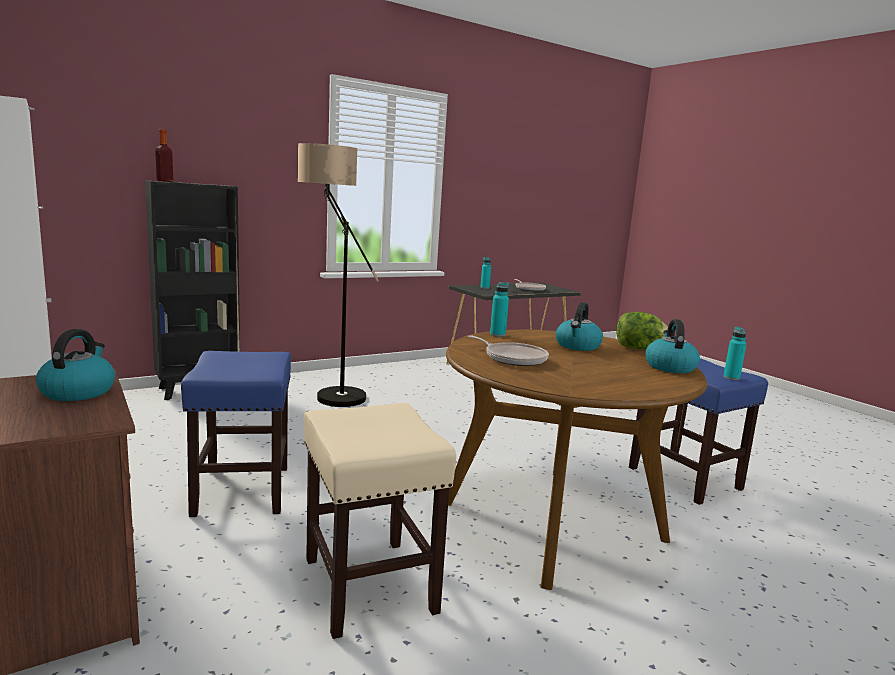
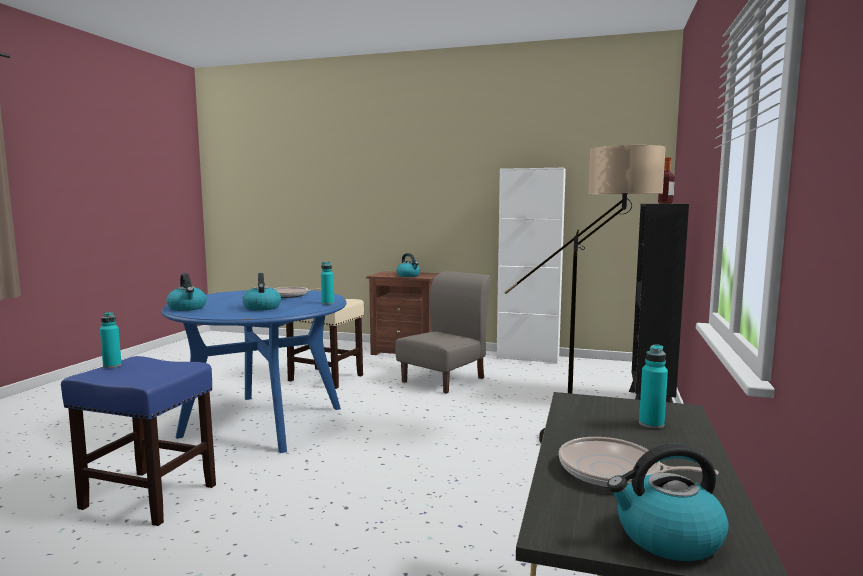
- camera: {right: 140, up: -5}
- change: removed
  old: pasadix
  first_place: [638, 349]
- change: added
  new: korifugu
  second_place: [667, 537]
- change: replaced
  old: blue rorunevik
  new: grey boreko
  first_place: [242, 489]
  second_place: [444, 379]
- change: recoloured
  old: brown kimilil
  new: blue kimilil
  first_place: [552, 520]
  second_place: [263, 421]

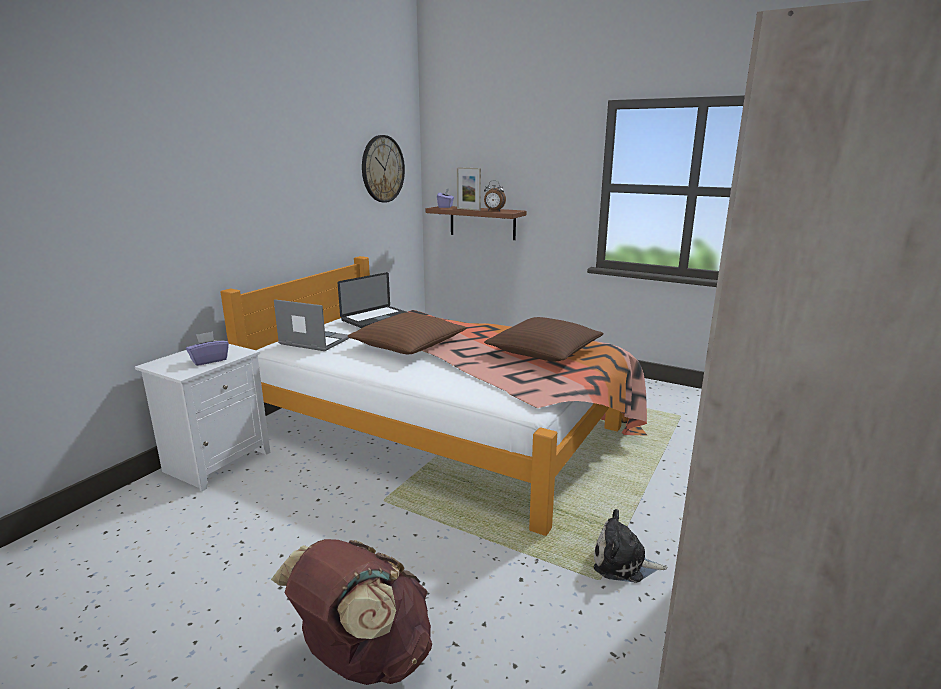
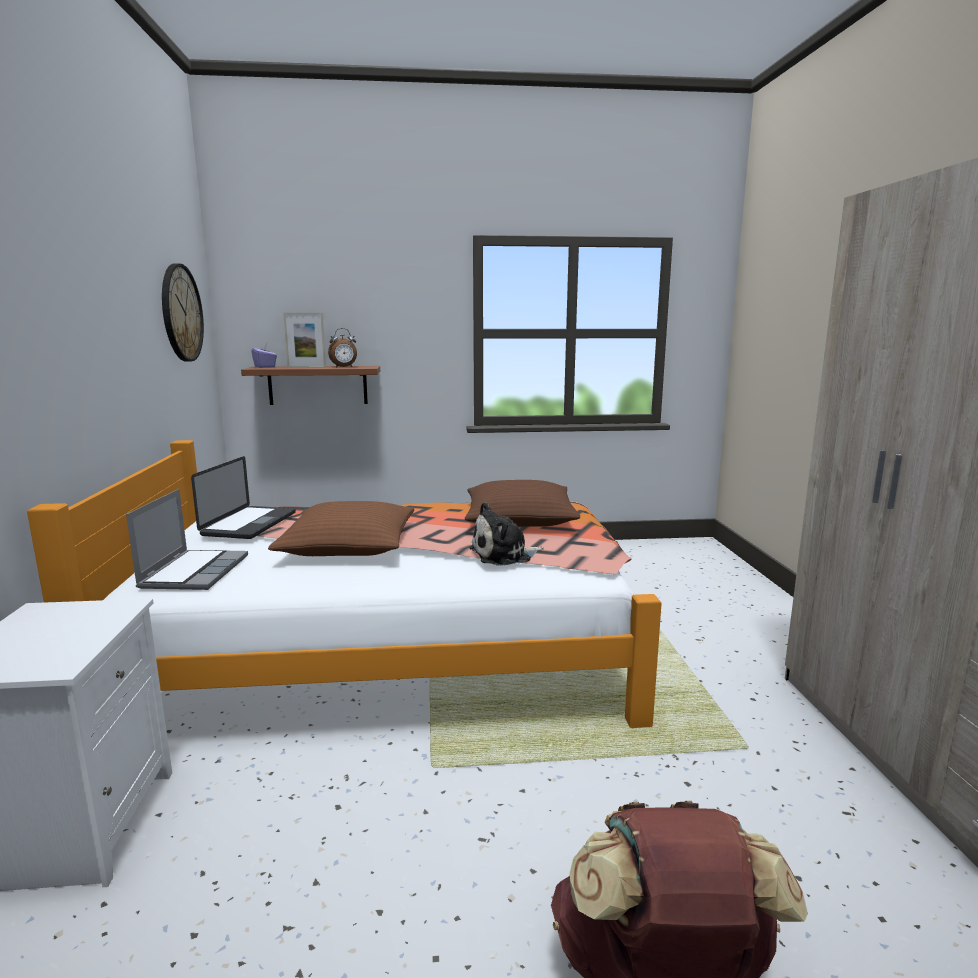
- camera: {right: -35, up: -5}
- change: removed
  old: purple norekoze
  first_place: [209, 360]
- change: moved
  old: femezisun
  first_place: [623, 563]
  second_place: [504, 555]
- change: turned
  old: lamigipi
  first_place: [313, 341]
  second_place: [194, 571]
  degrees: 105

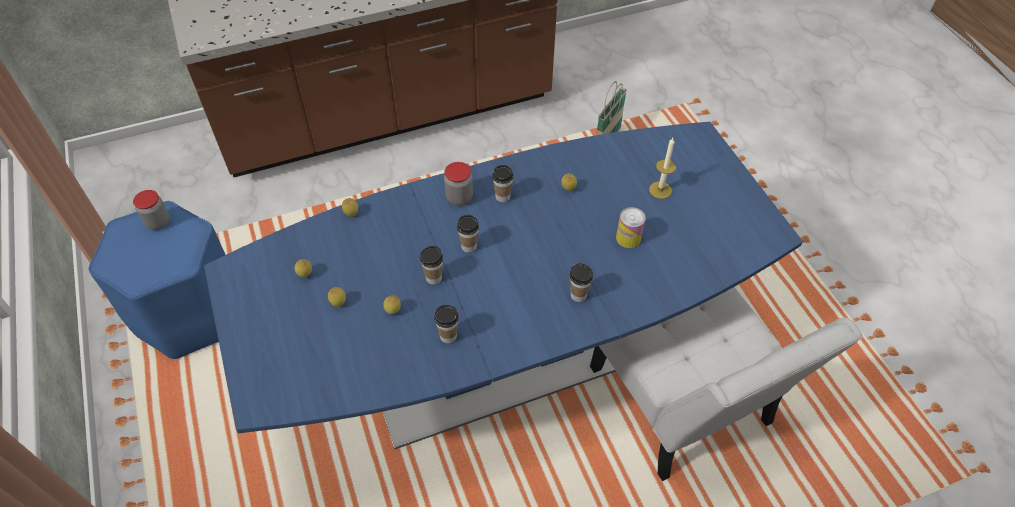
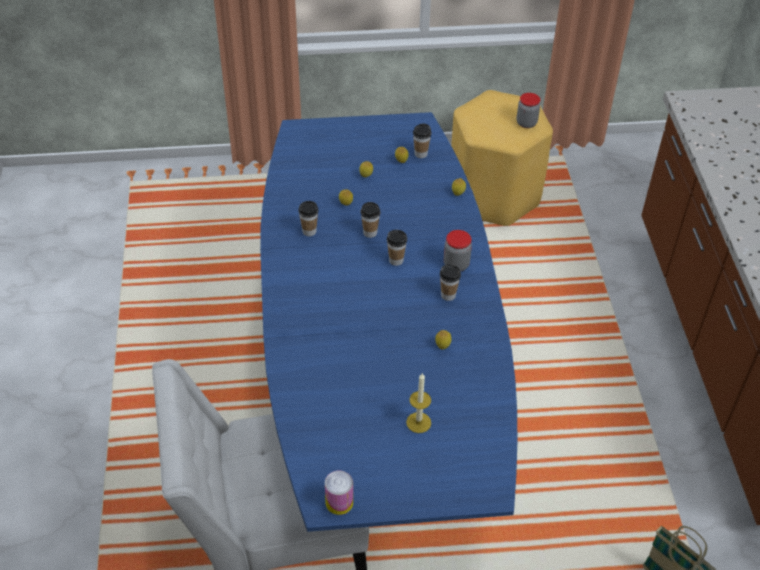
- camera: {right: 105, up: -5}
- change: moved
  old: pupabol
  first_place: [578, 295]
  second_place: [421, 154]
- change: moved
  old: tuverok
  first_place: [628, 238]
  second_place: [339, 502]
- change: recoloured
  old: blue rorunevik
  new: yellow rorunevik
  first_place: [190, 313]
  second_place: [494, 195]

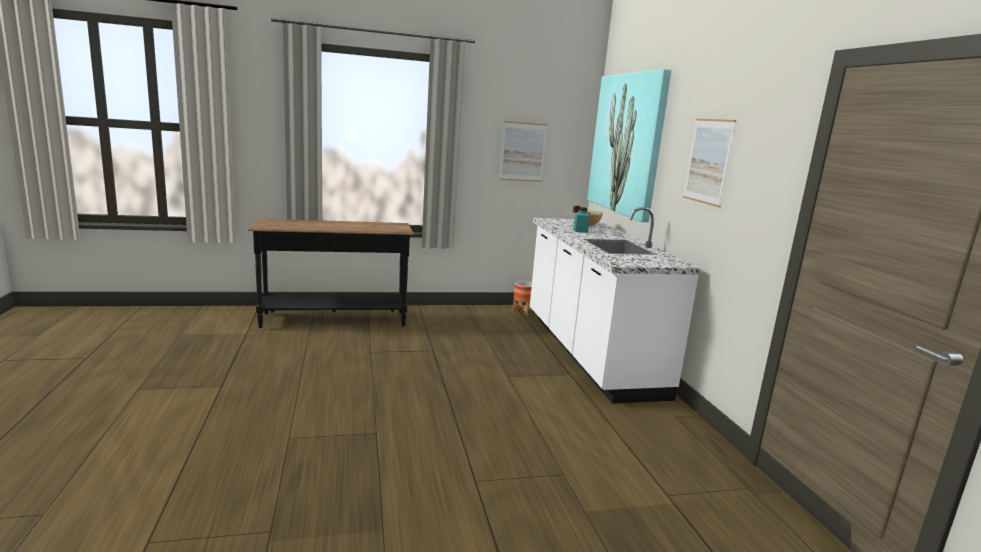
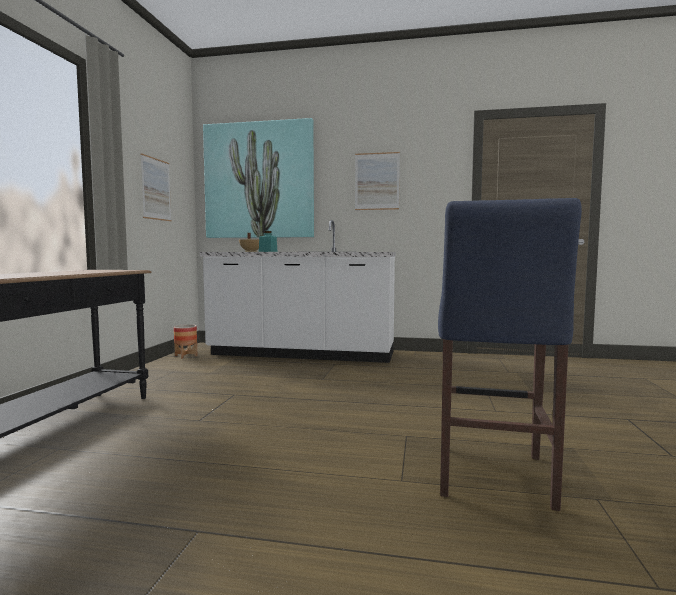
- camera: {right: -65, up: -10}
- change: added
  new: blue rorunevik
  second_place: [492, 478]

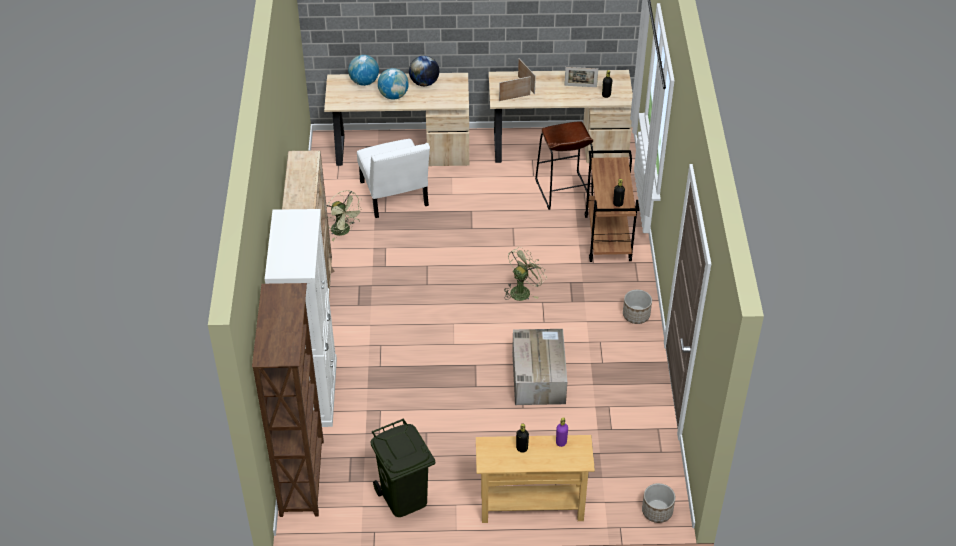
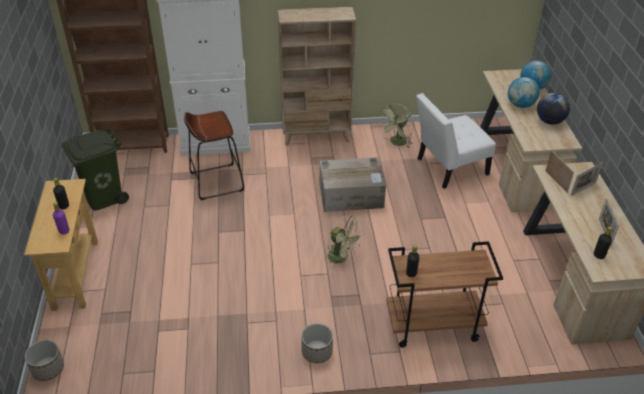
- camera: {right: 85, up: -5}
- change: moved
  old: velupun
  first_place: [538, 376]
  second_place: [352, 195]
- change: moved
  old: brown rorunevik
  first_place: [563, 191]
  second_place: [216, 181]

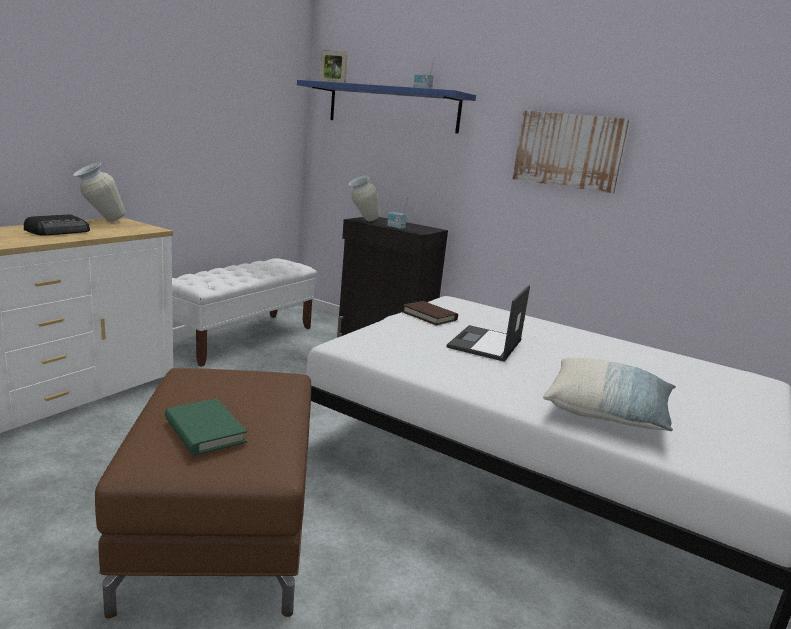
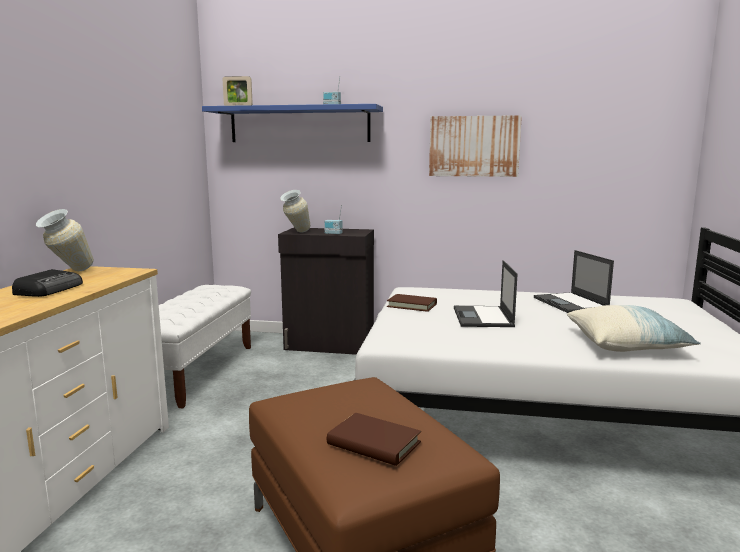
- camera: {right: -20, up: -5}
- change: added
  new: lamigipi
  second_place: [571, 303]
- change: recoloured
  old: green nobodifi
  new: brown nobodifi
  first_place: [205, 431]
  second_place: [373, 443]

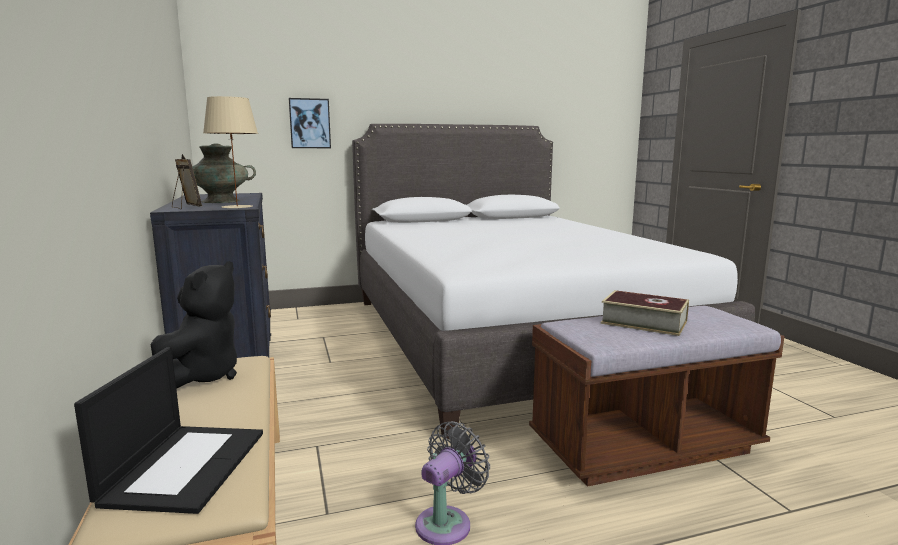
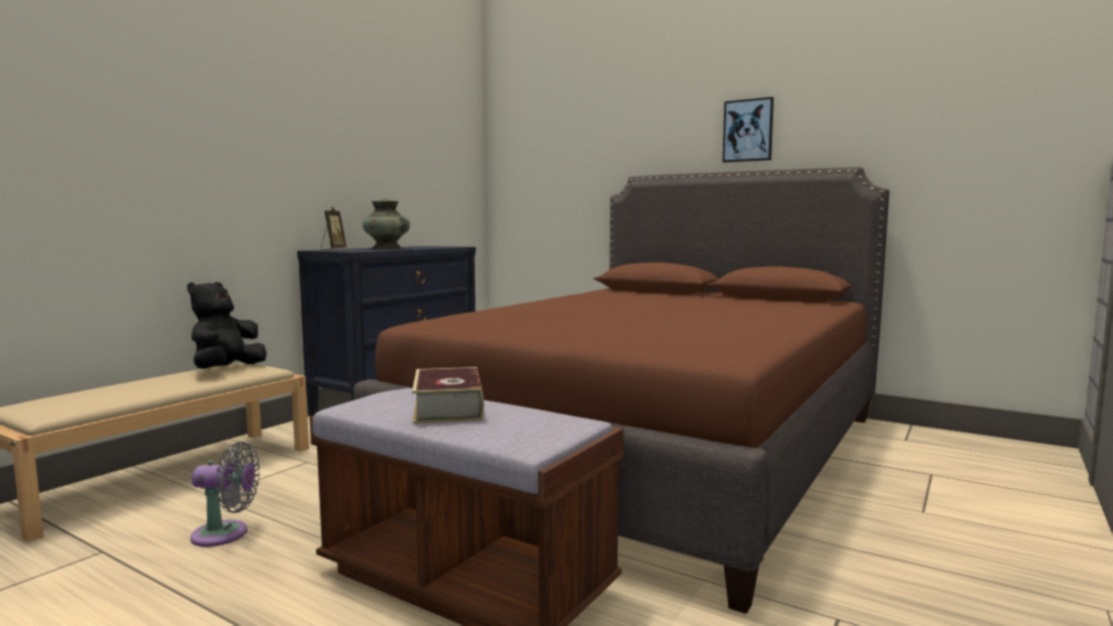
- camera: {right: 50, up: -5}
- change: removed
  old: lamigipi
  first_place: [185, 466]
- change: removed
  old: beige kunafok
  first_place: [237, 207]
- change: moved
  old: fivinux
  first_place: [310, 123]
  second_place: [748, 130]
- change: recoloured
  old: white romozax
  new: brown romozax
  first_place: [507, 338]
  second_place: [654, 451]
- change: turned
  old: black femezisun
  first_place: [201, 376]
  second_place: [226, 370]
  degrees: 135

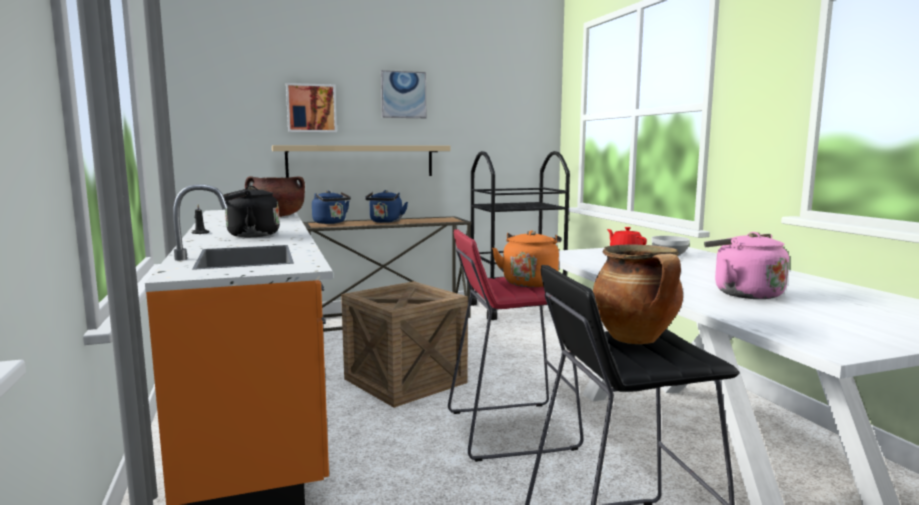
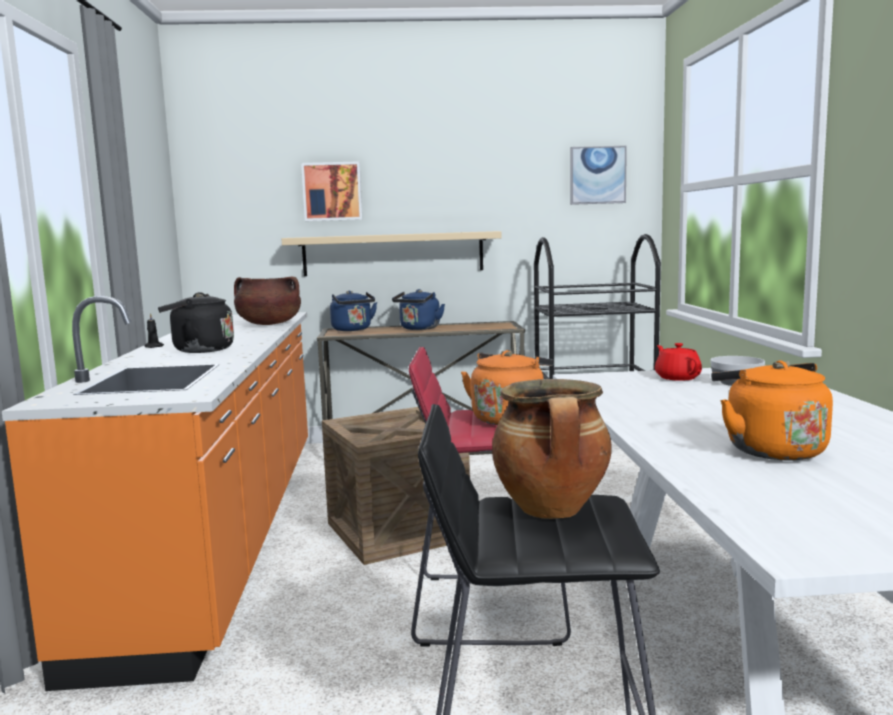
- camera: {right: 15, up: 0}
- change: moved
  old: fivinux
  first_place: [403, 95]
  second_place: [597, 175]
- change: recoloured
  old: pink korifugu
  new: orange korifugu
  first_place: [743, 293]
  second_place: [770, 449]

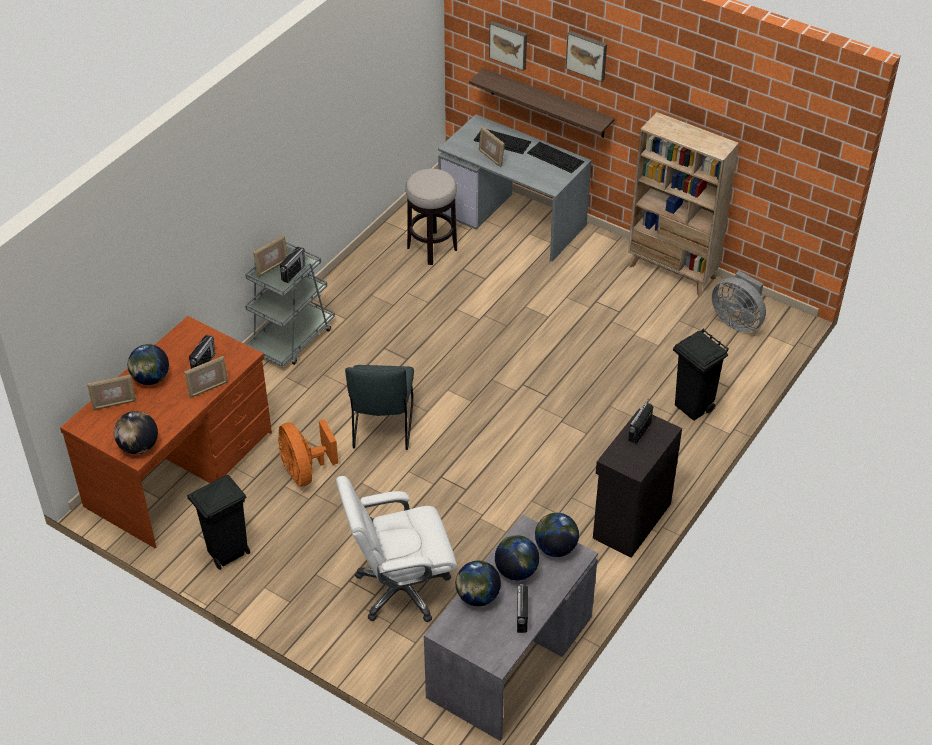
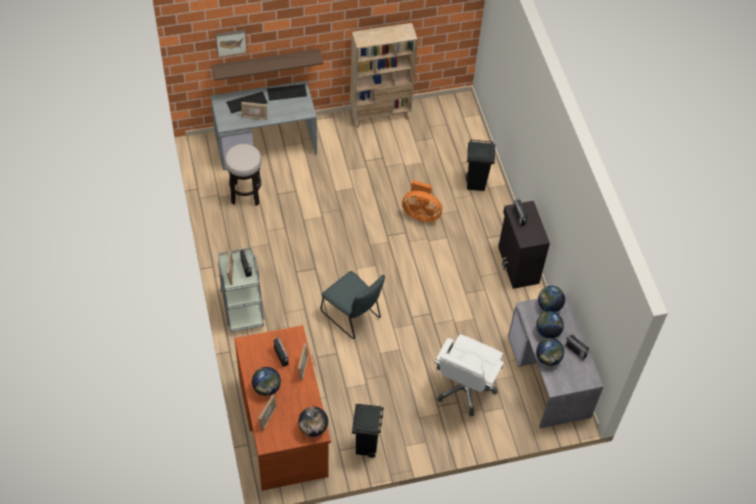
- camera: {right: -50, up: 10}
- change: removed
  old: fivinux
  first_place: [587, 55]
- change: removed
  old: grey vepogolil
  first_place: [737, 321]
- change: moved
  old: orange vepogolil
  first_place: [305, 471]
  second_place: [421, 214]

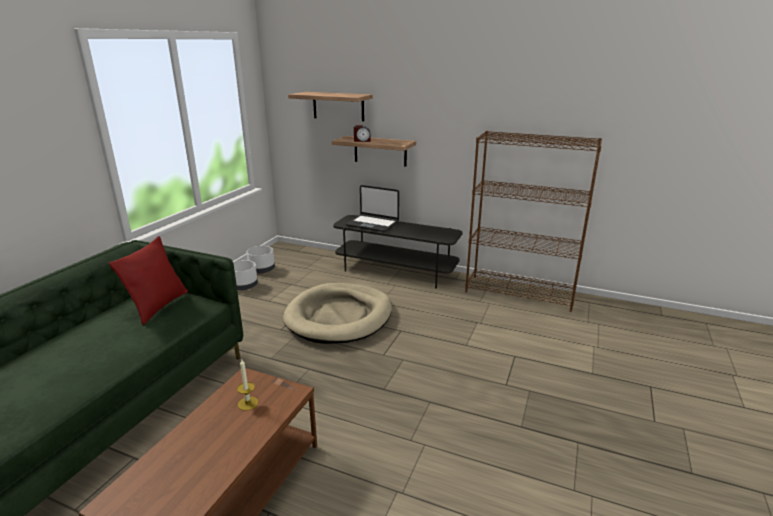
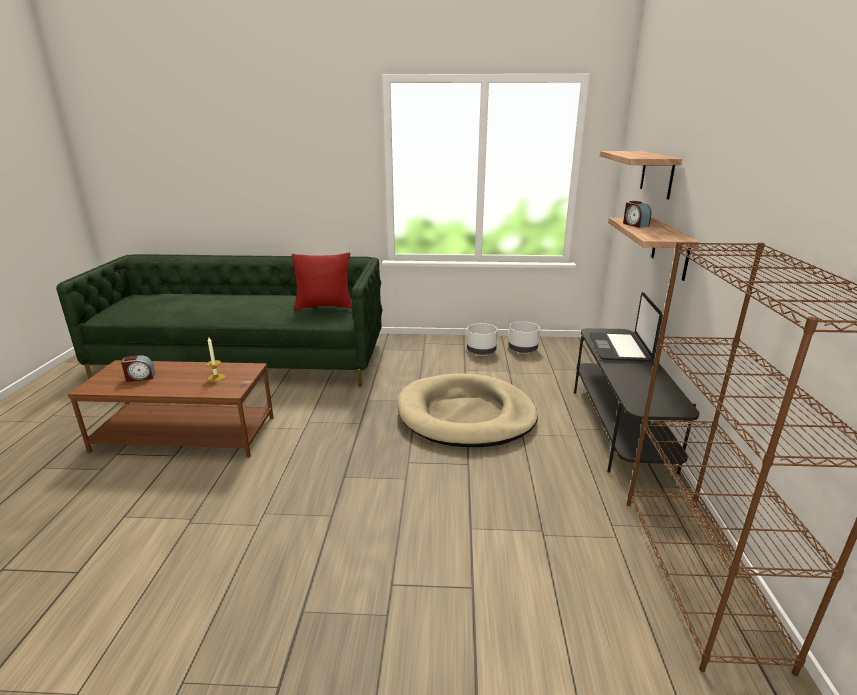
- camera: {right: 70, up: 0}
- change: added
  new: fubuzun
  second_place: [140, 377]

